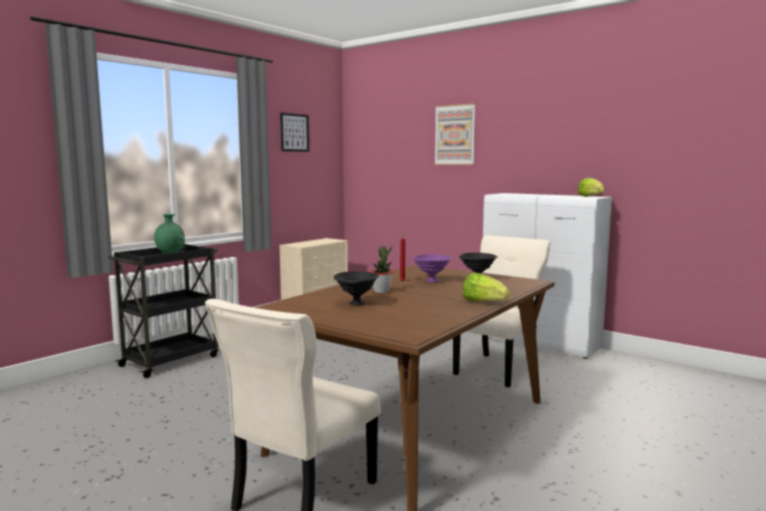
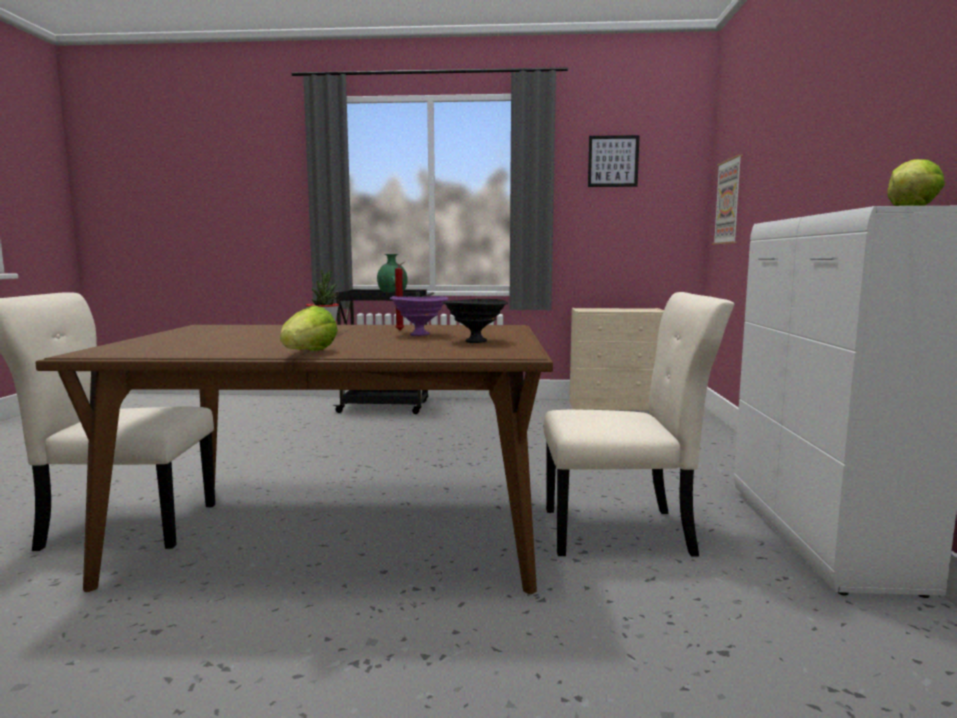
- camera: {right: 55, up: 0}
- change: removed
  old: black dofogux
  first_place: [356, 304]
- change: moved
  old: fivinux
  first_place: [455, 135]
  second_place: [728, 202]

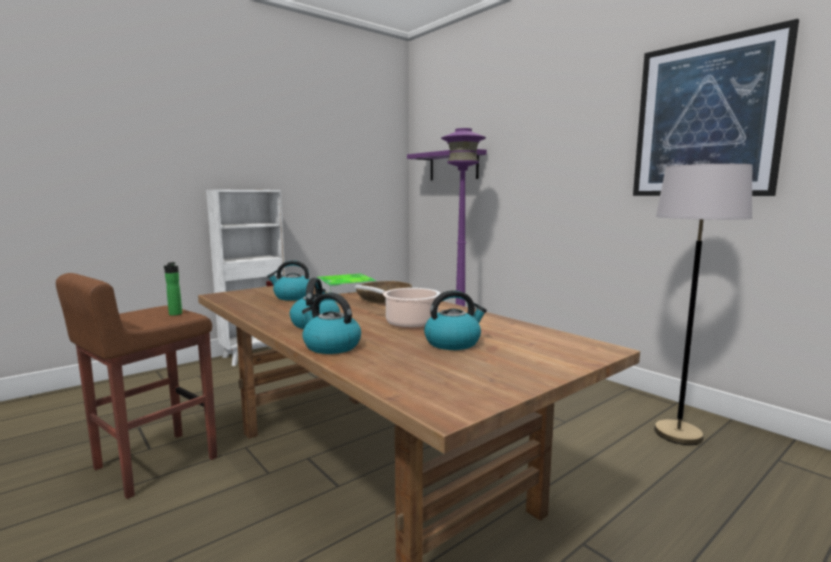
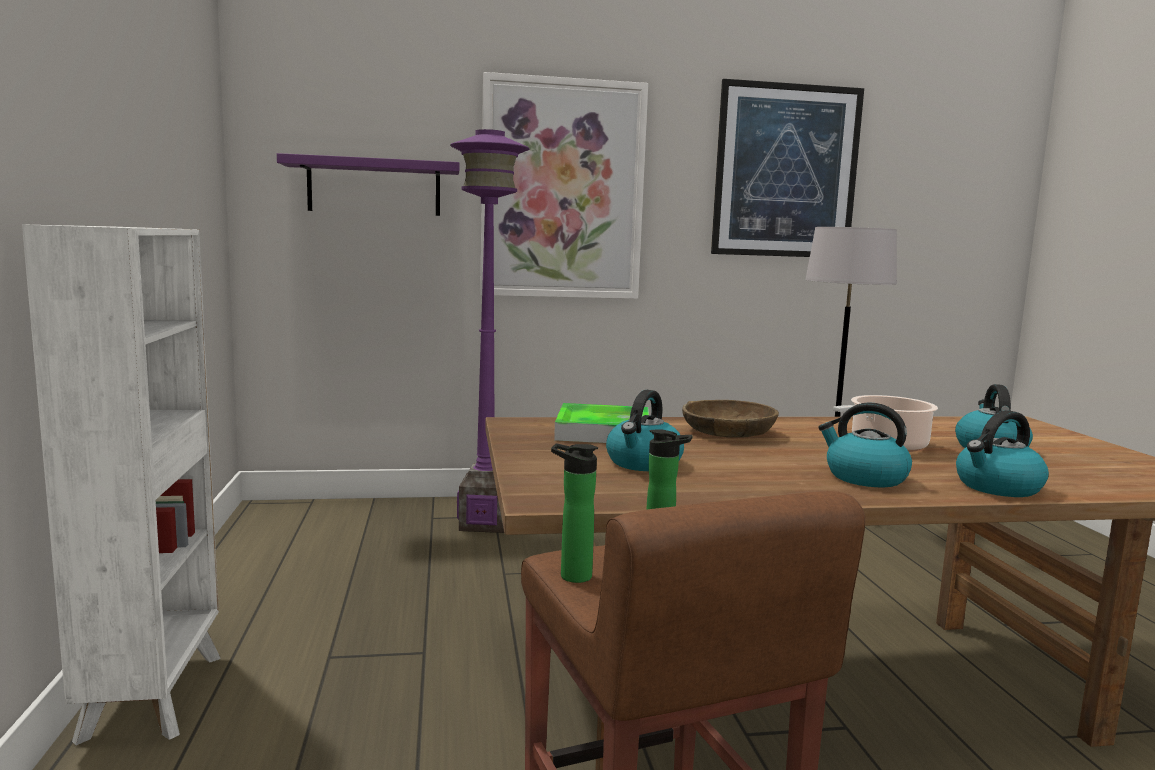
- camera: {right: -60, up: 0}
- change: added
  new: fivinux
  second_place: [562, 190]
- change: added
  new: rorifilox
  second_place: [571, 576]

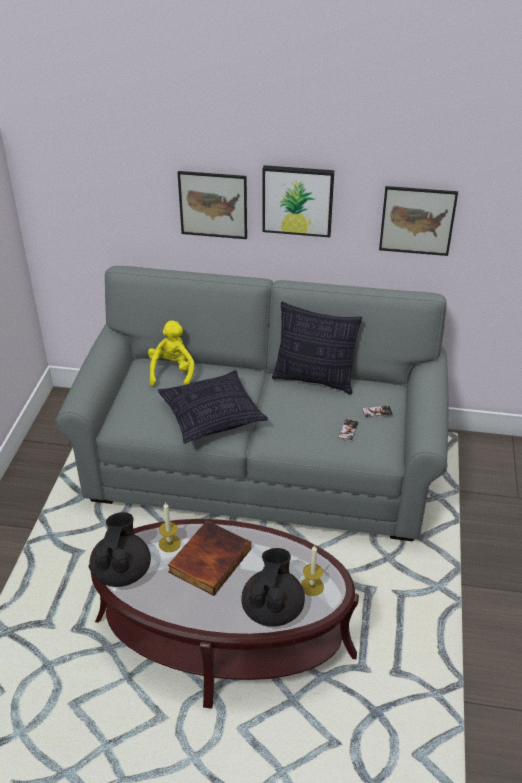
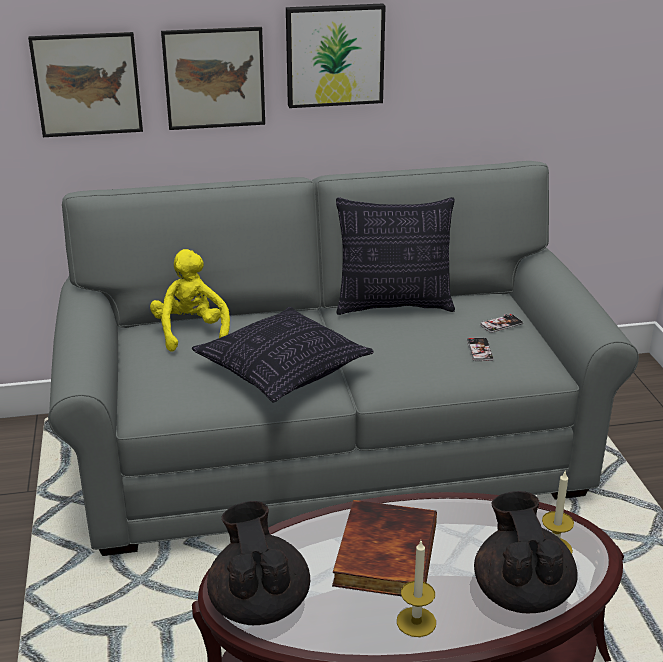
- camera: {right: -20, up: -10}
- change: moved
  old: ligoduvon
  first_place: [169, 543]
  second_place: [416, 622]
- change: moved
  old: fivinux
  first_place: [417, 220]
  second_place: [87, 84]

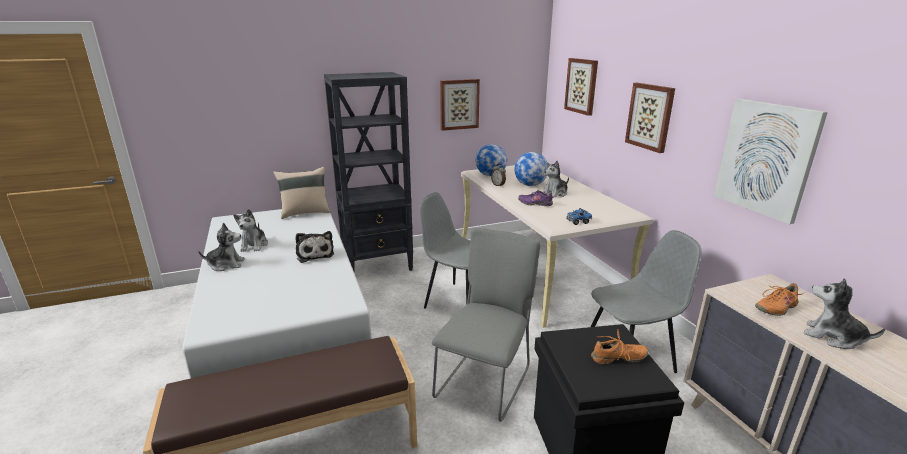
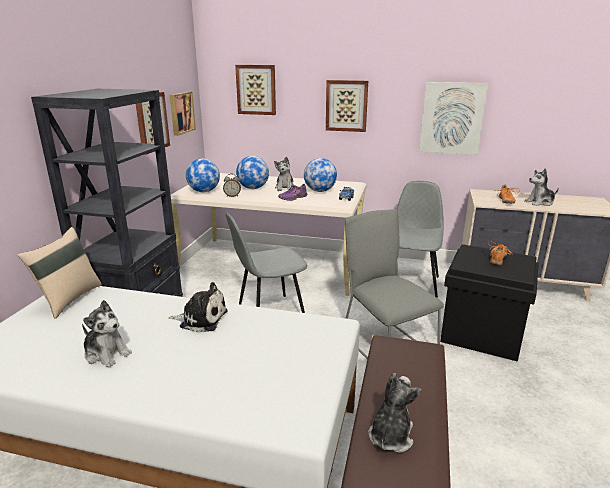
- camera: {right: -55, up: 0}
- change: added
  new: fivinux
  second_place: [181, 113]
- change: added
  new: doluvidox
  second_place: [320, 191]
- change: moved
  old: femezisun
  first_place: [226, 264]
  second_place: [390, 436]

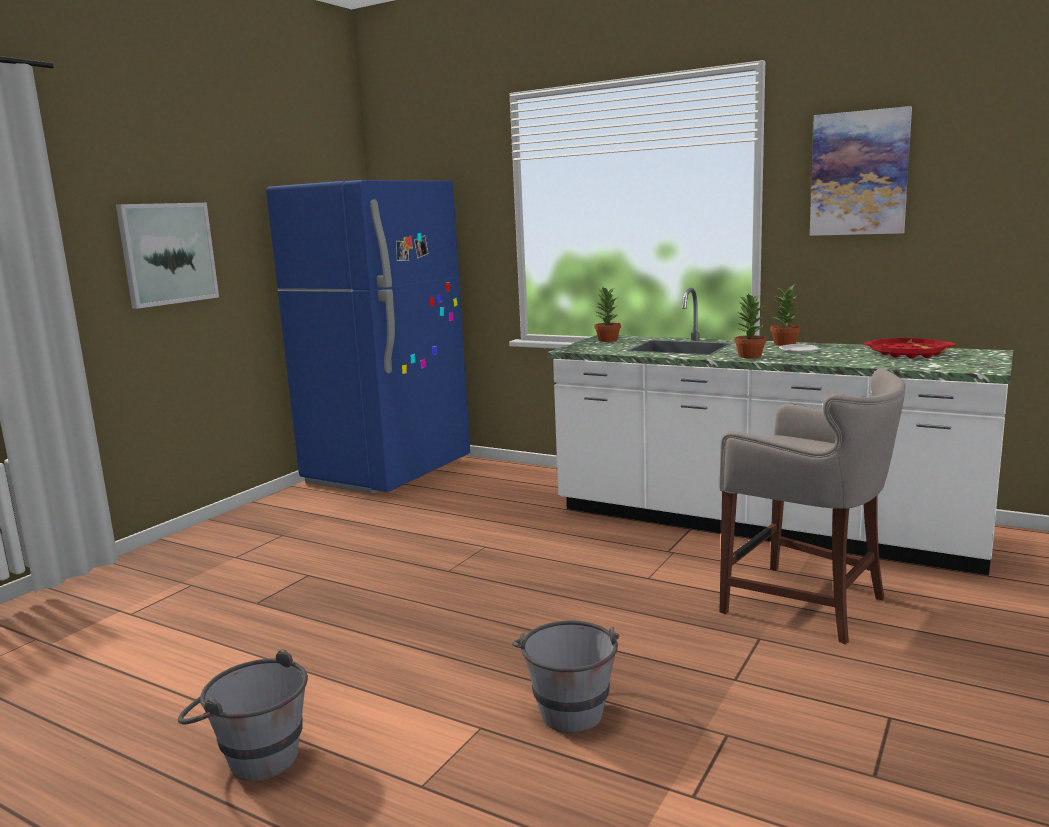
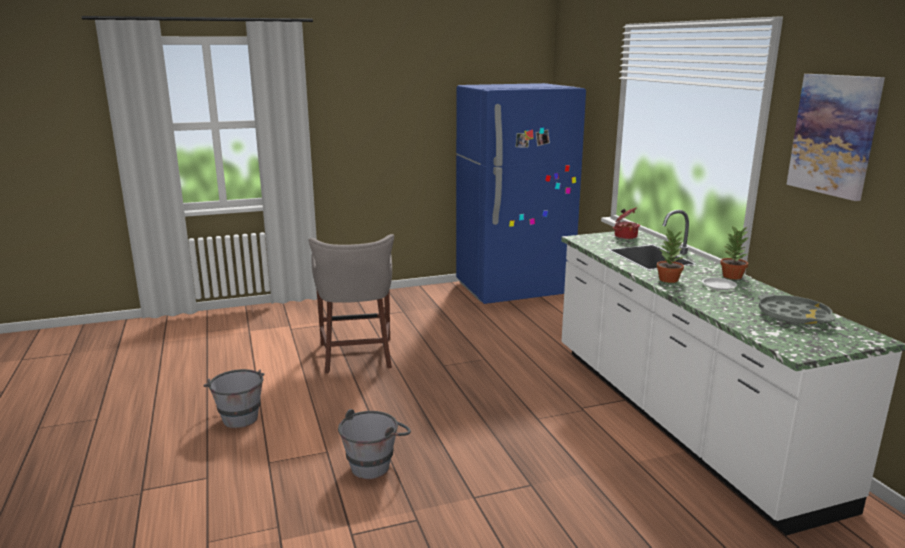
- camera: {right: 40, up: 5}
- change: removed
  old: fivinux
  first_place: [168, 253]
- change: moved
  old: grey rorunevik
  first_place: [809, 605]
  second_place: [357, 356]
- change: replaced
  old: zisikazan
  new: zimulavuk
  first_place: [607, 340]
  second_place: [625, 236]
- change: recoloured
  old: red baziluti
  new: grey baziluti
  first_place: [907, 354]
  second_place: [793, 316]

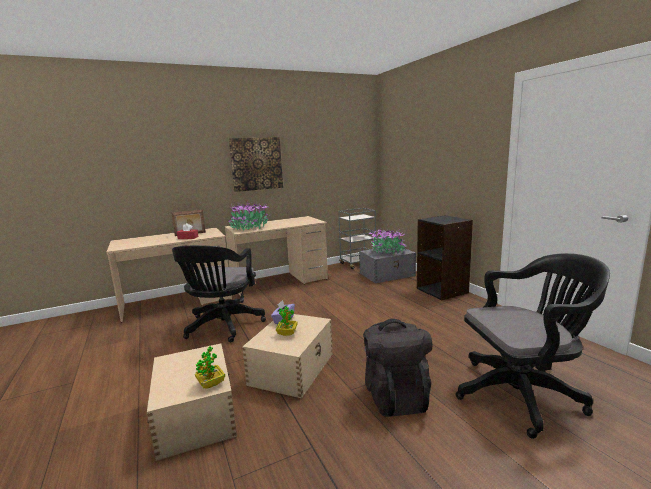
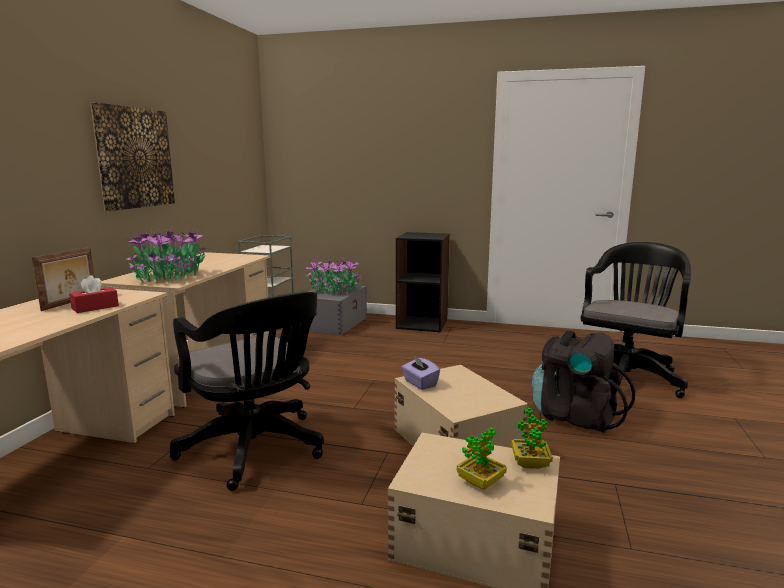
- camera: {right: -50, up: 0}
- change: moved
  old: zisikazan
  first_place: [287, 333]
  second_place: [480, 483]

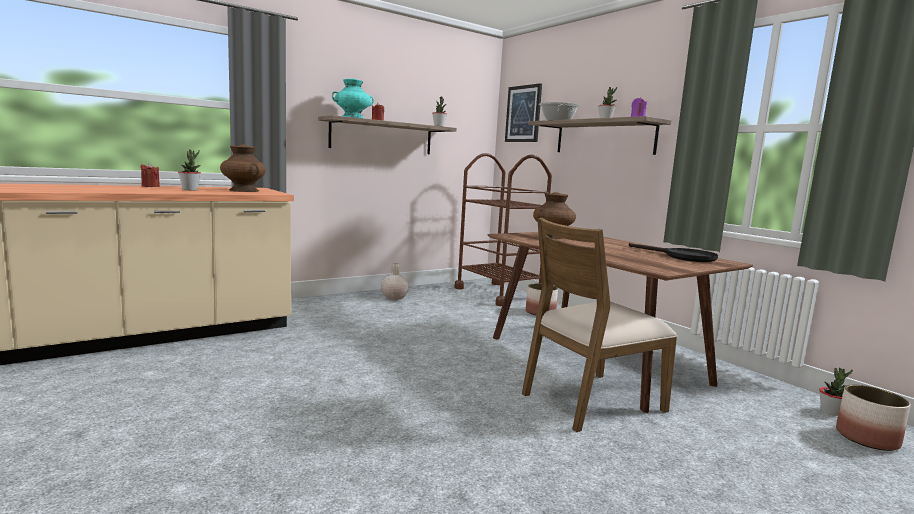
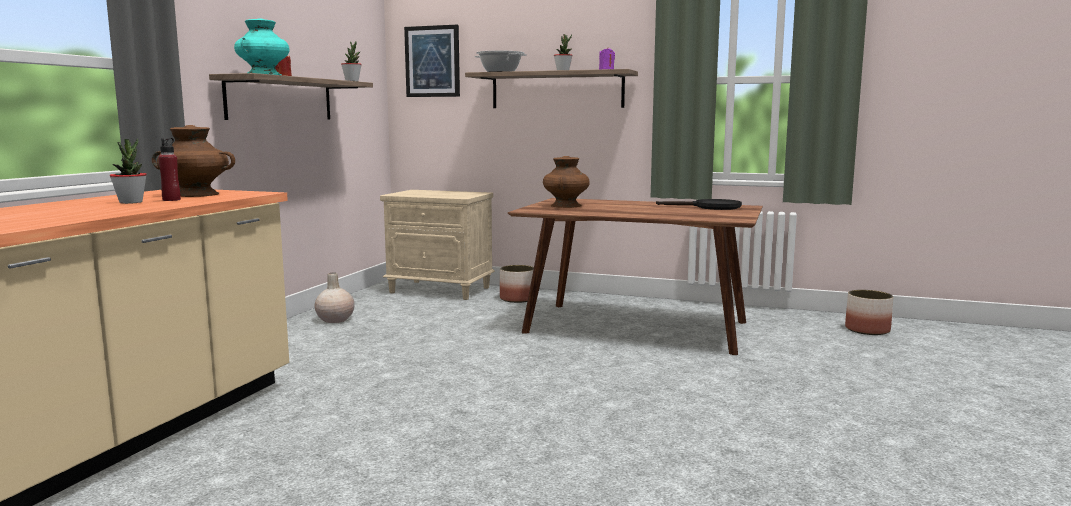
- camera: {right: -35, up: 0}
- change: removed
  old: red ligoduvon
  first_place: [150, 186]
- change: removed
  old: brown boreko
  first_place: [590, 401]
- change: removed
  old: zisikazan
  first_place: [830, 412]
- change: added
  new: red rorifilox
  second_place: [171, 200]
- change: replaced
  old: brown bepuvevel
  new: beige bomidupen
  first_place: [498, 294]
  second_place: [441, 290]

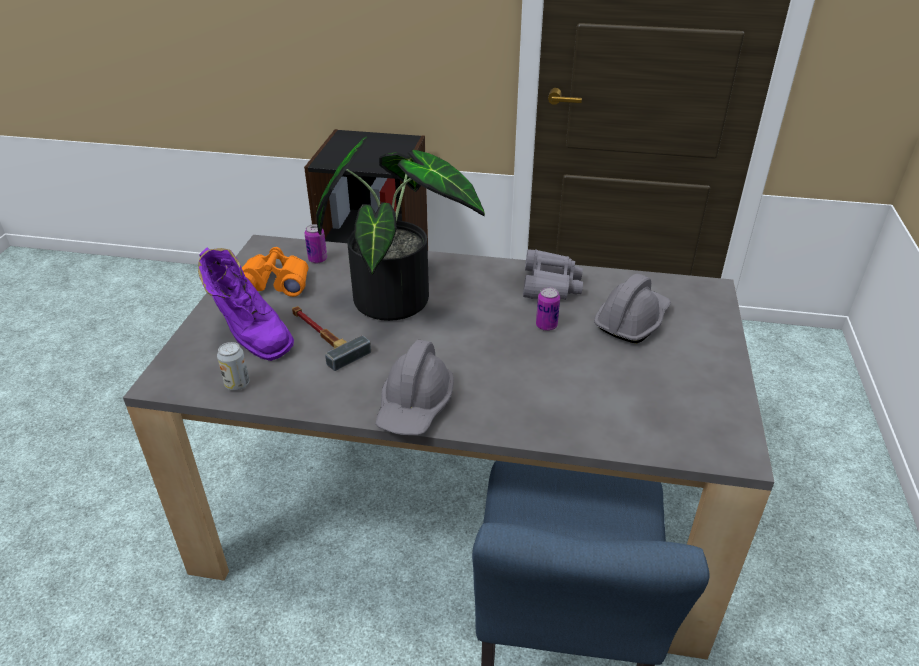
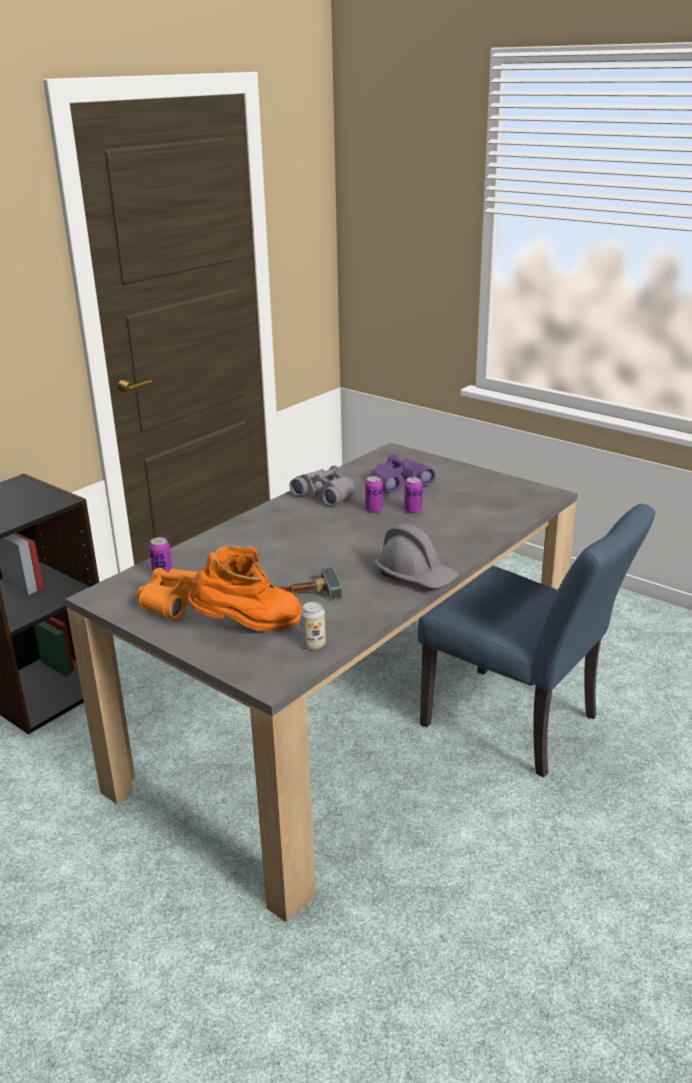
- camera: {right: -60, up: -10}
- change: removed
  old: zisikazan
  first_place: [399, 296]
- change: added
  new: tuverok
  second_place: [413, 510]
- change: replaced
  old: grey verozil
  new: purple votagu
  first_place: [631, 321]
  second_place: [399, 483]
- change: recoloured
  old: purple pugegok
  new: orange pugegok
  first_place: [250, 336]
  second_place: [248, 627]

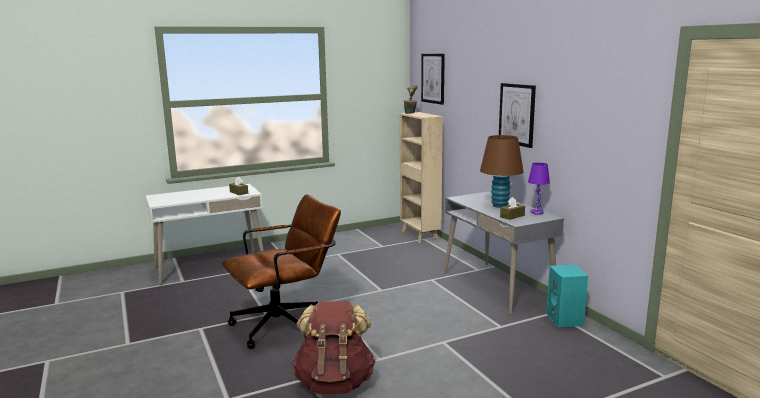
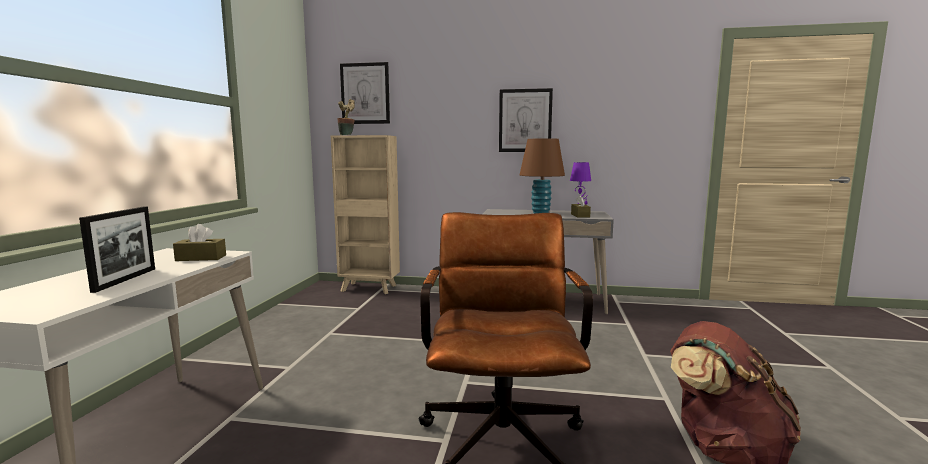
- camera: {right: -55, up: -5}
- change: removed
  old: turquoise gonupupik
  first_place: [565, 320]
- change: added
  new: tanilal
  second_place: [125, 279]

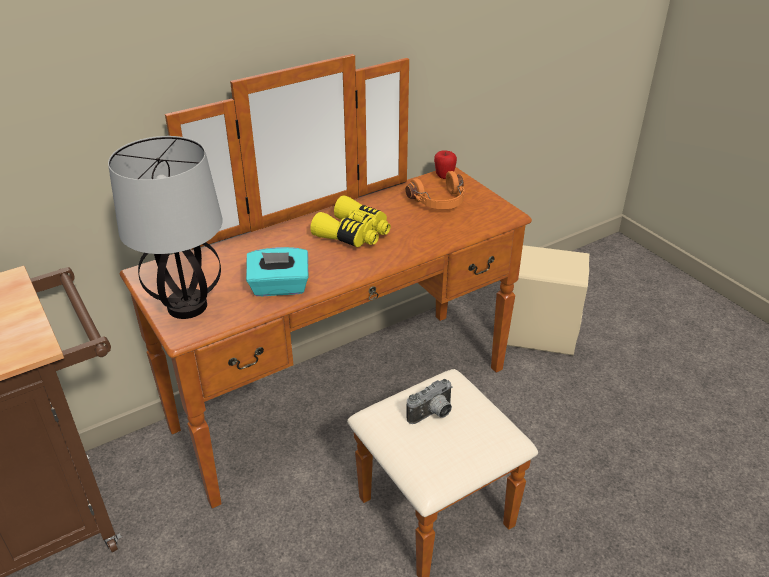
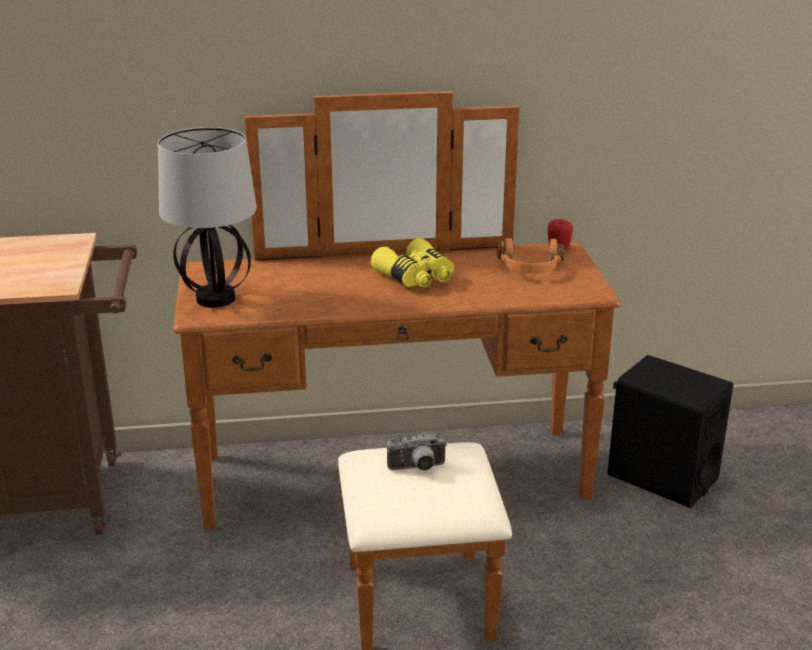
- camera: {right: 25, up: -10}
- change: removed
  old: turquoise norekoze
  first_place: [279, 287]
- change: recoloured
  old: beige gonupupik
  new: black gonupupik
  first_place: [537, 334]
  second_place: [661, 477]

